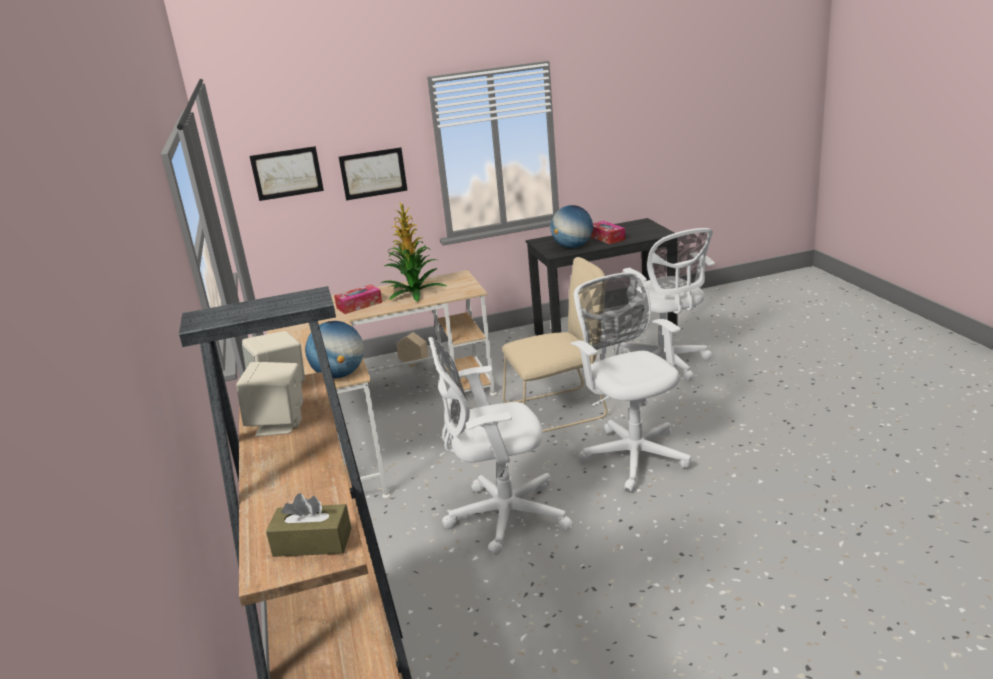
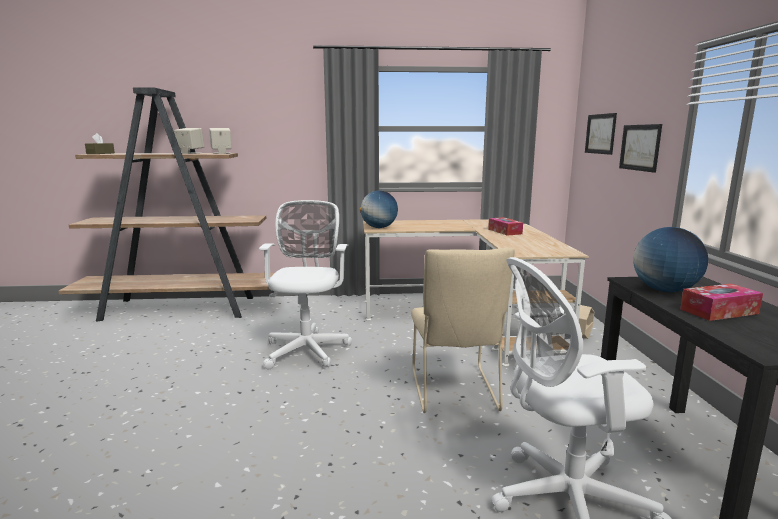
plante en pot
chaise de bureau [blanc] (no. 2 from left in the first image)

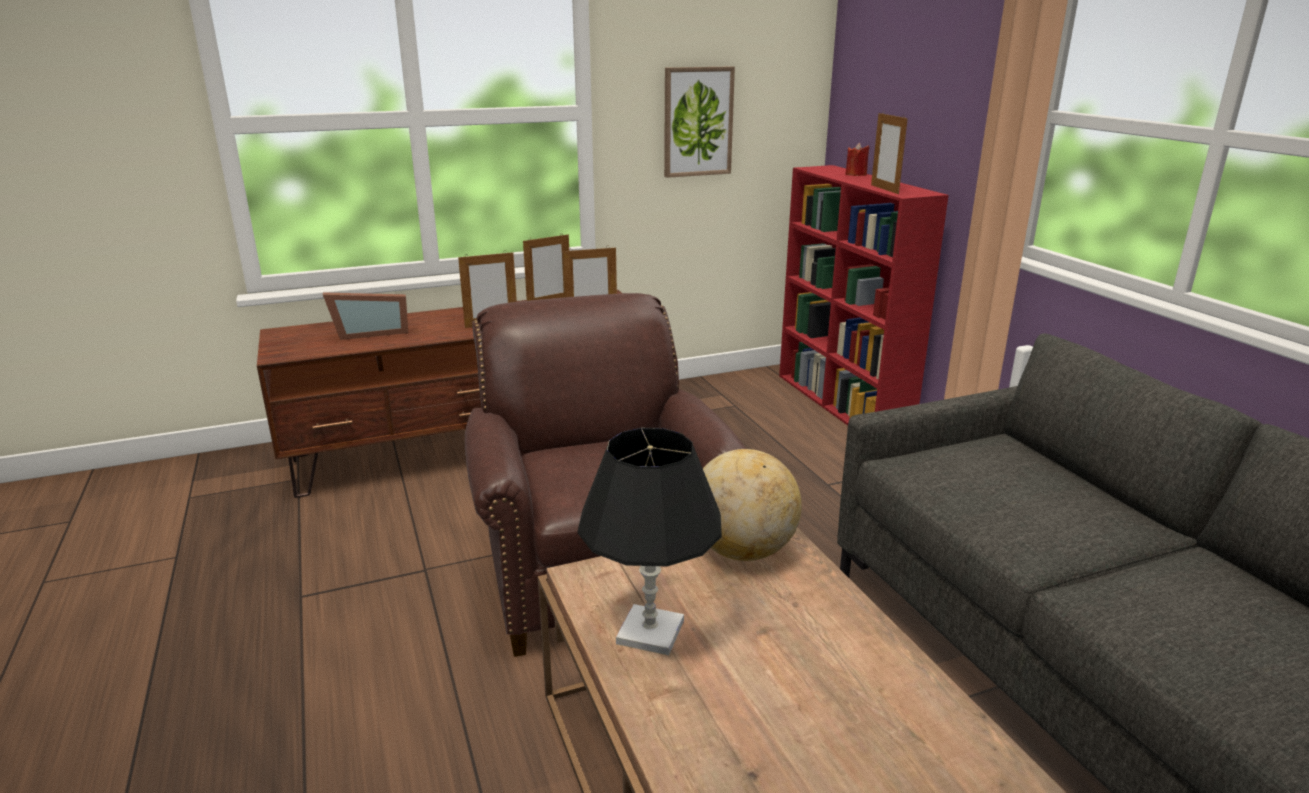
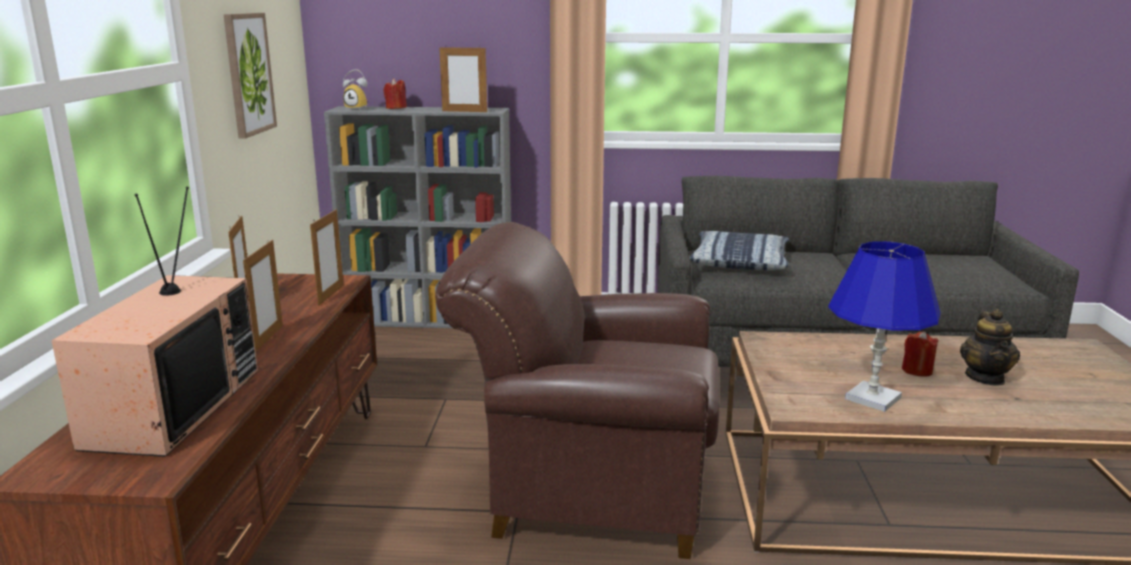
téléviseur
bibliothèque [gris]
réveil
coussin
lampe de table [bleu]
bougie [rouge] (no. 2 from left)
théière
globe

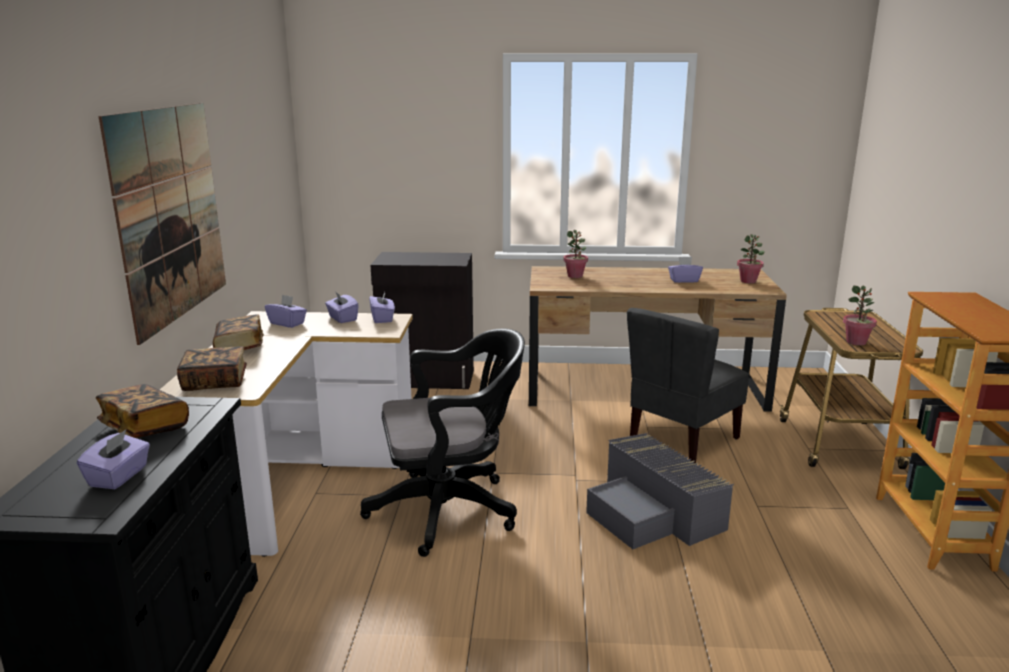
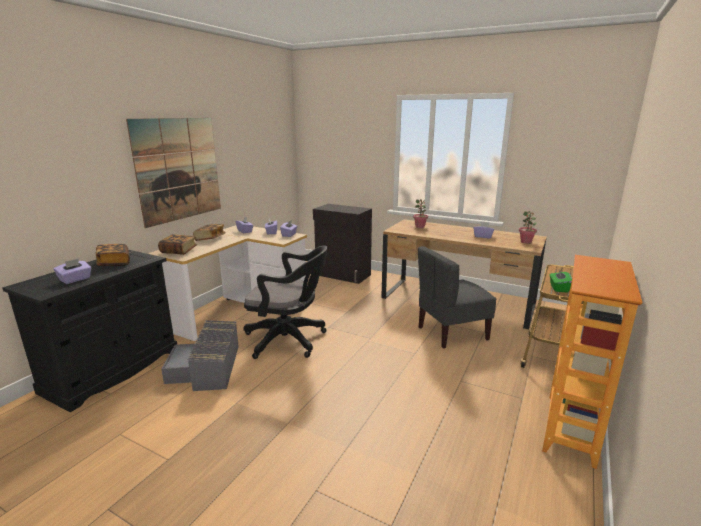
boîte de rangement [gris]
boîte à mouchoirs [vert]

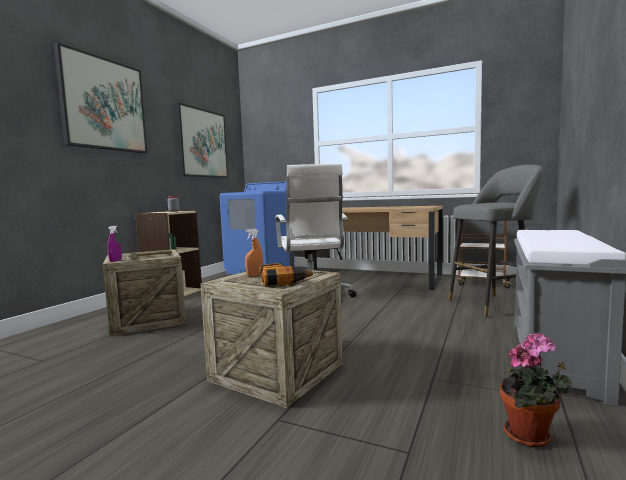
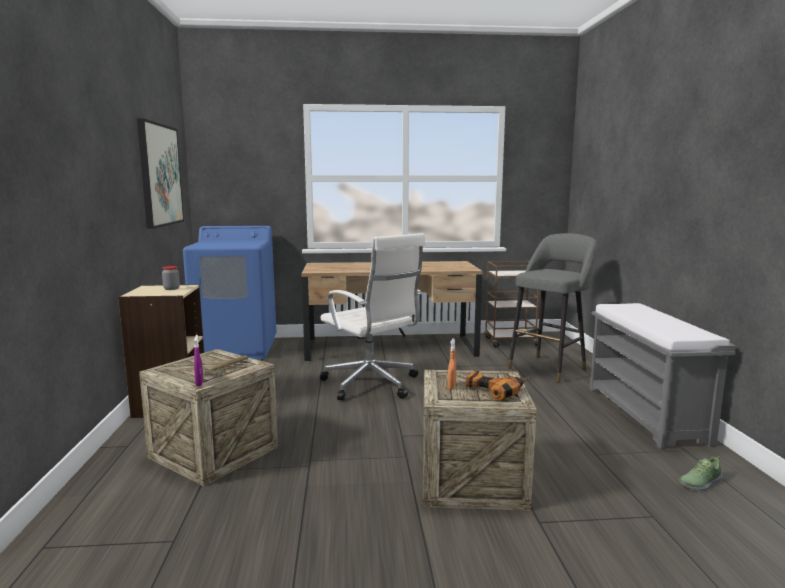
chaussure
tableau (no. 1 from left in the first image)

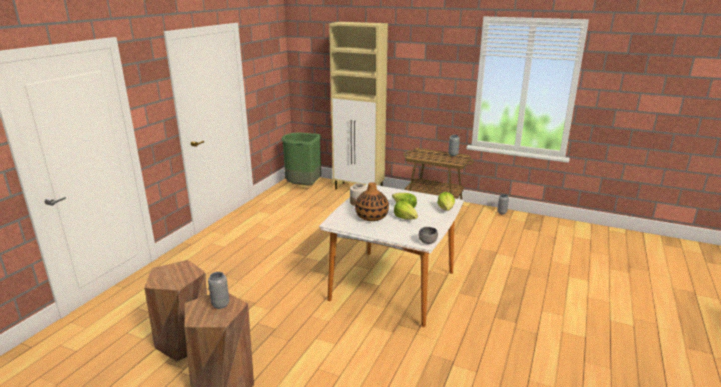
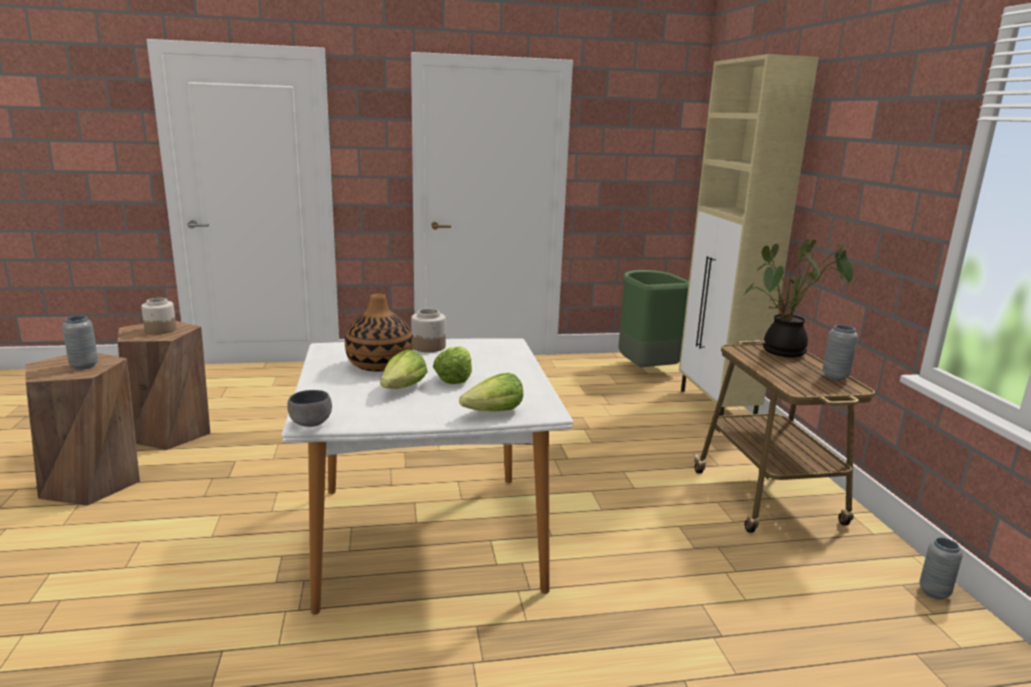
bocal (no. 1 from left)
plante en pot

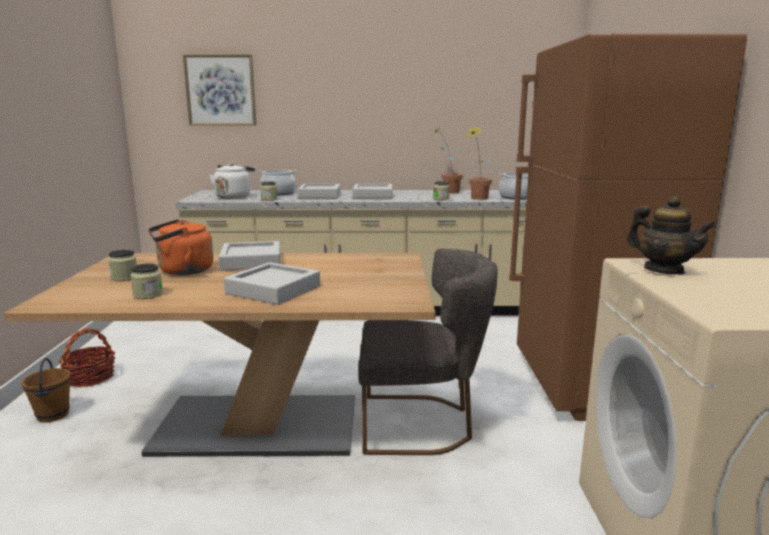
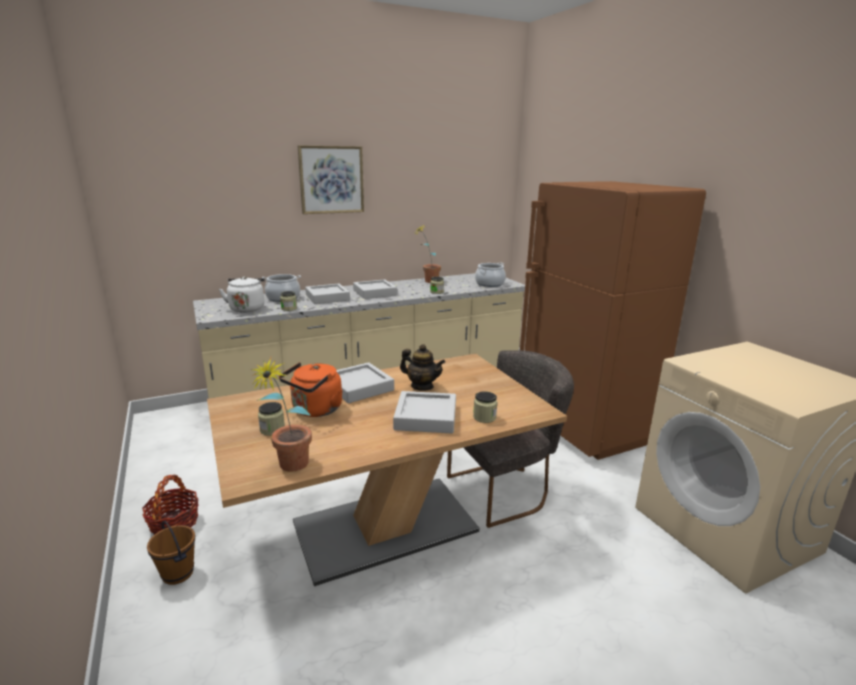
plante en pot (no. 1 from left)
tableau
théière
bocal (no. 4 from left)

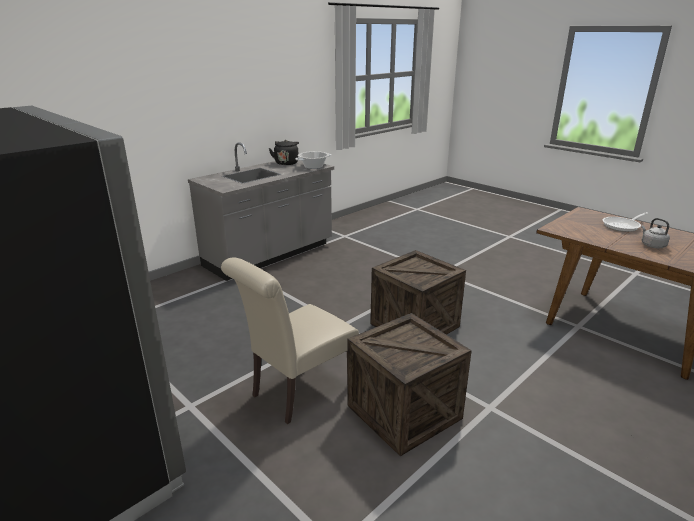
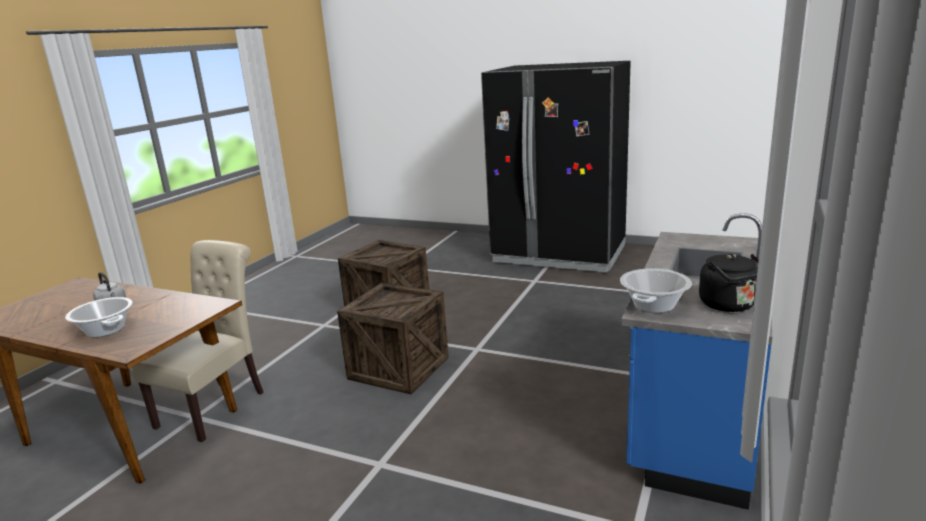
marmite (no. 1 from left)
chaise [beige]
comptoir de cuisine [bleu]

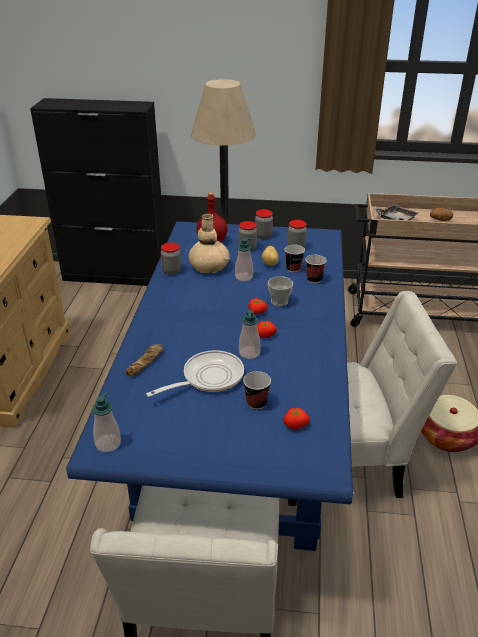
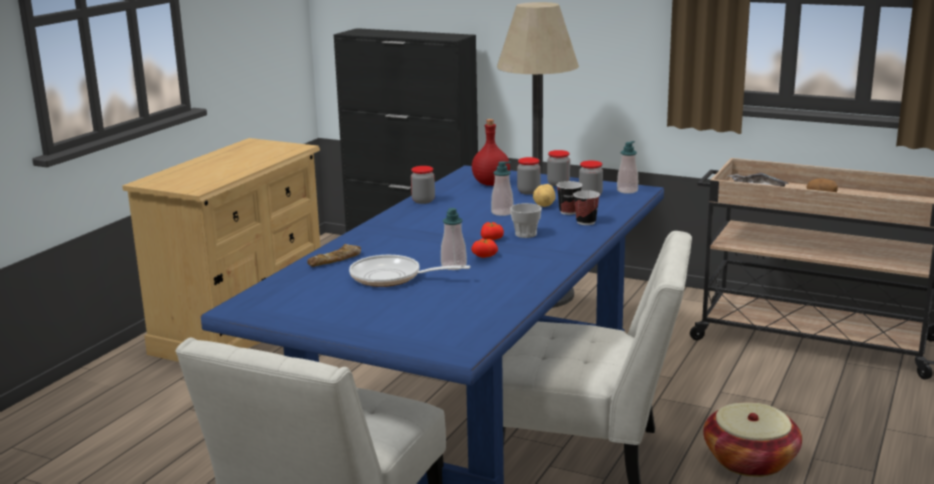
poêle
distributeur de savon (no. 3 from left)
vase [beige]
tasse (no. 1 from left in the first image)
tomate (no. 3 from left in the first image)

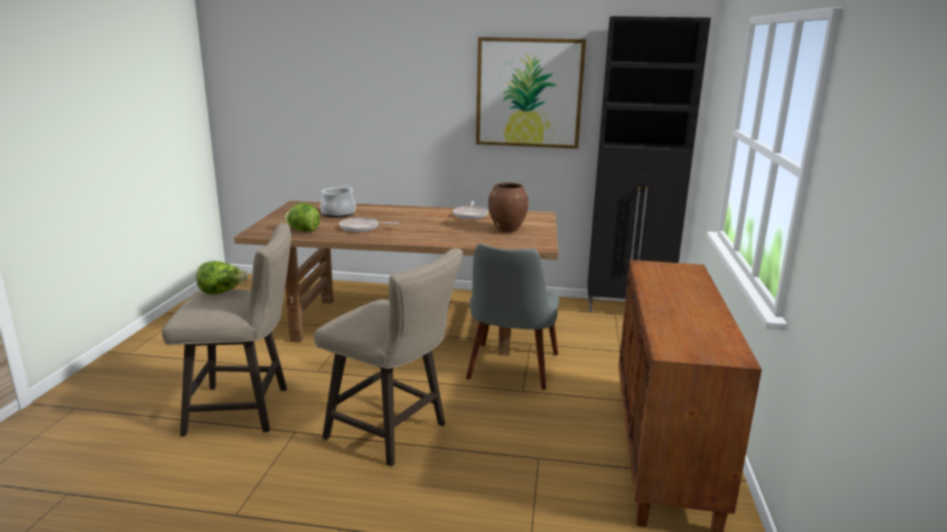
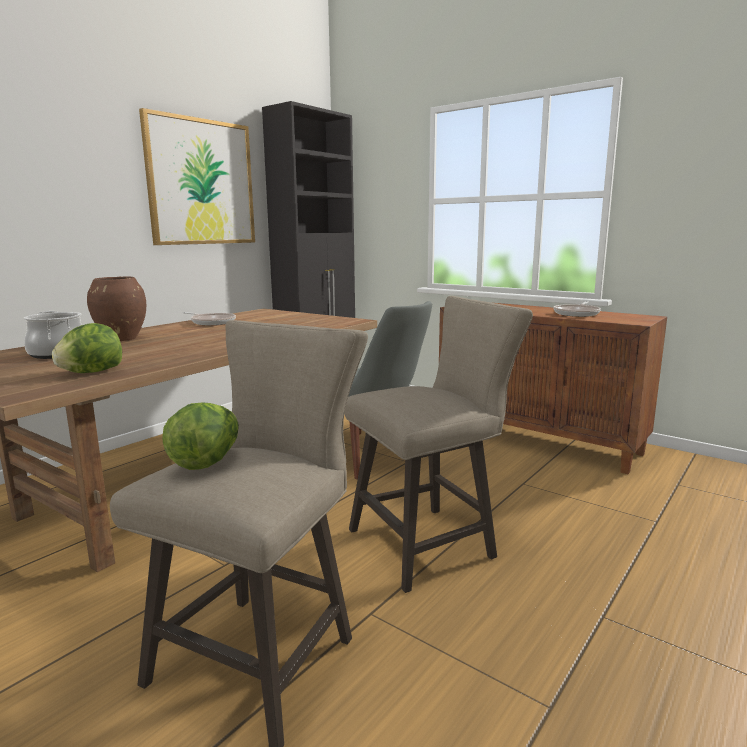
vase [marron]
poêle (no. 2 from left)

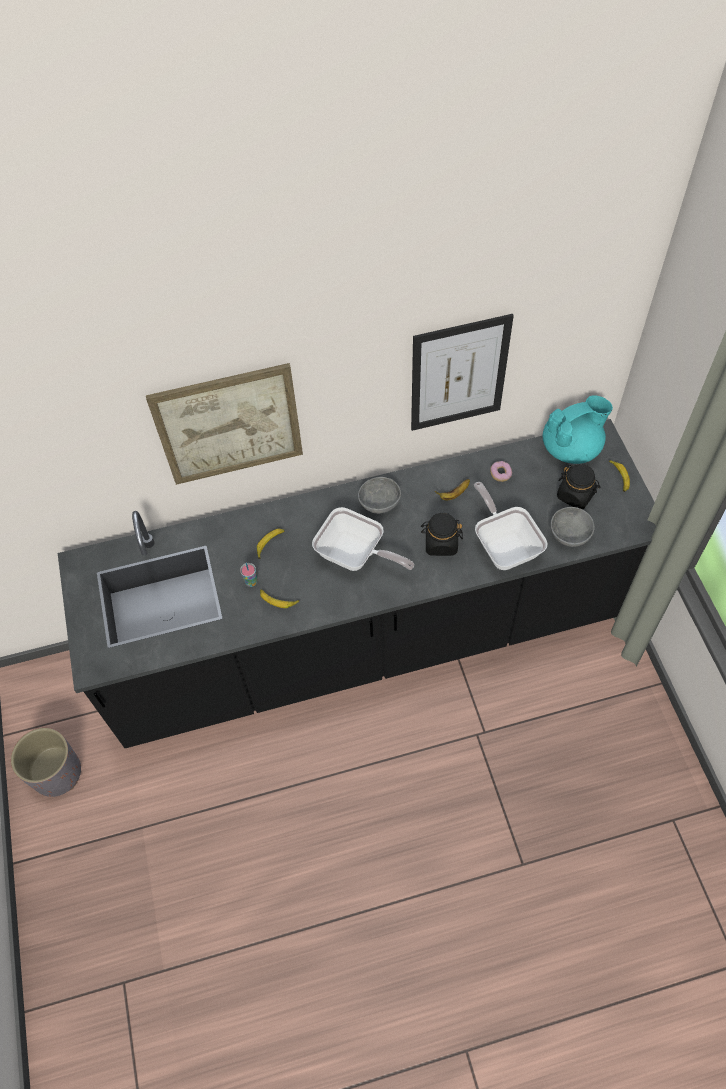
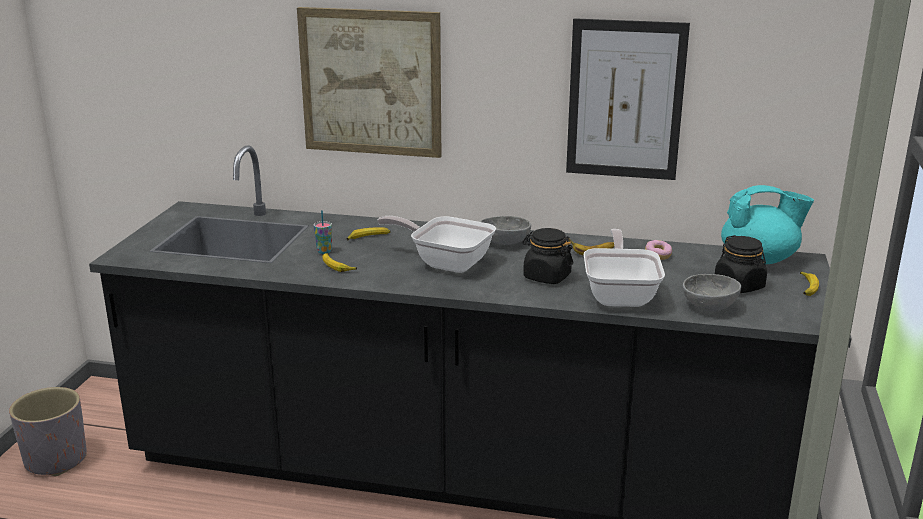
poêle (no. 1 from left)

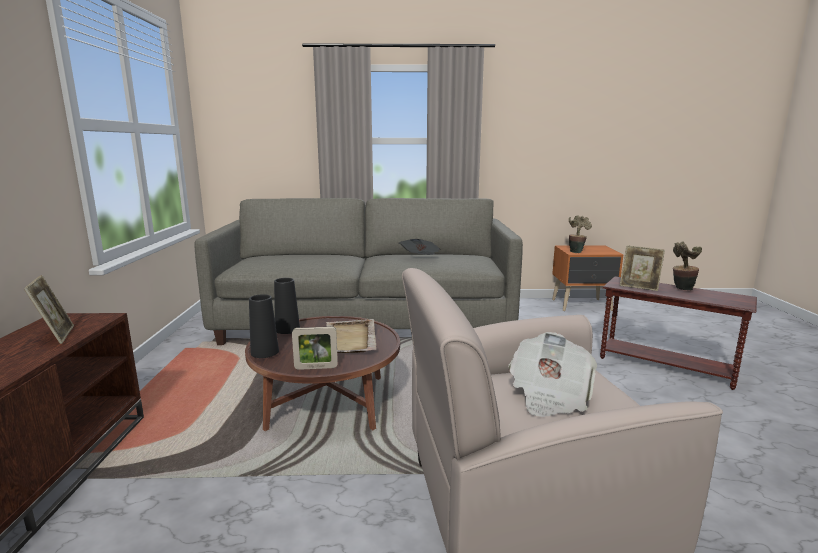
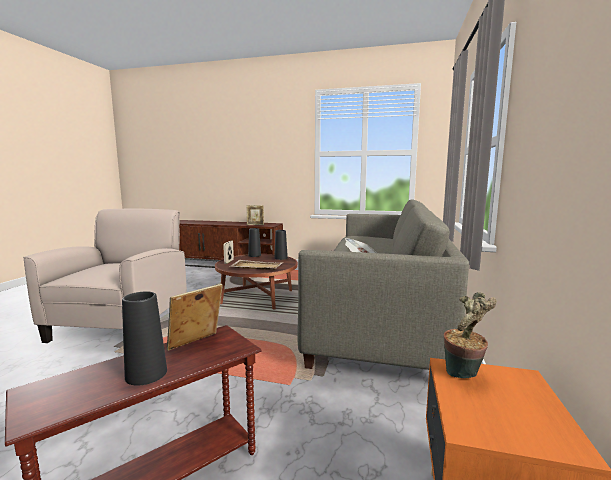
vase [noir] (no. 1 from left)
journal (no. 2 from left in the first image)

